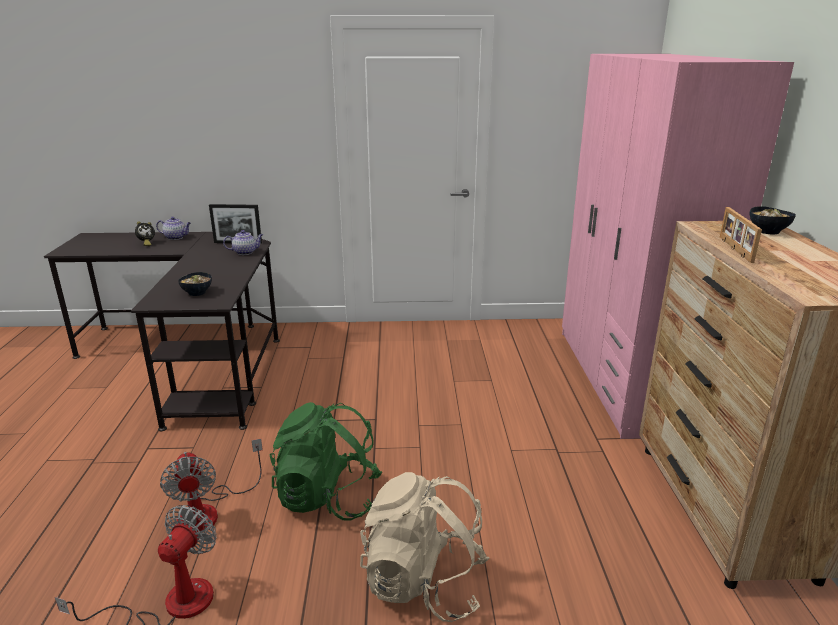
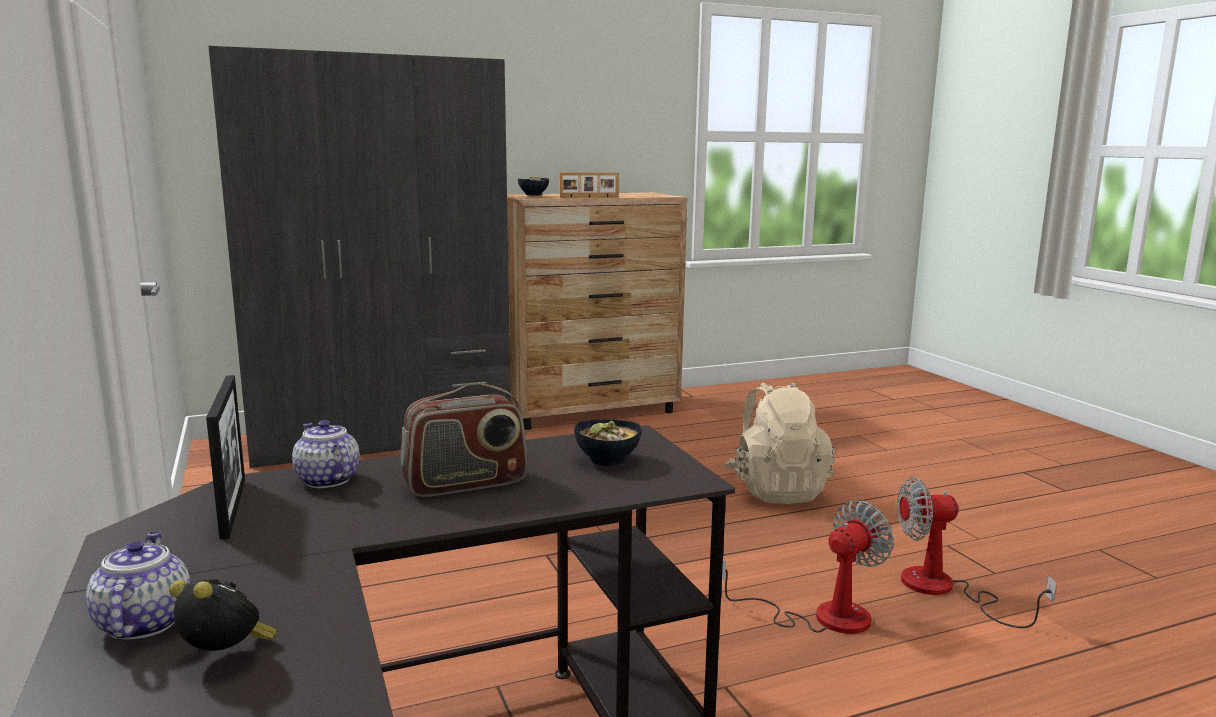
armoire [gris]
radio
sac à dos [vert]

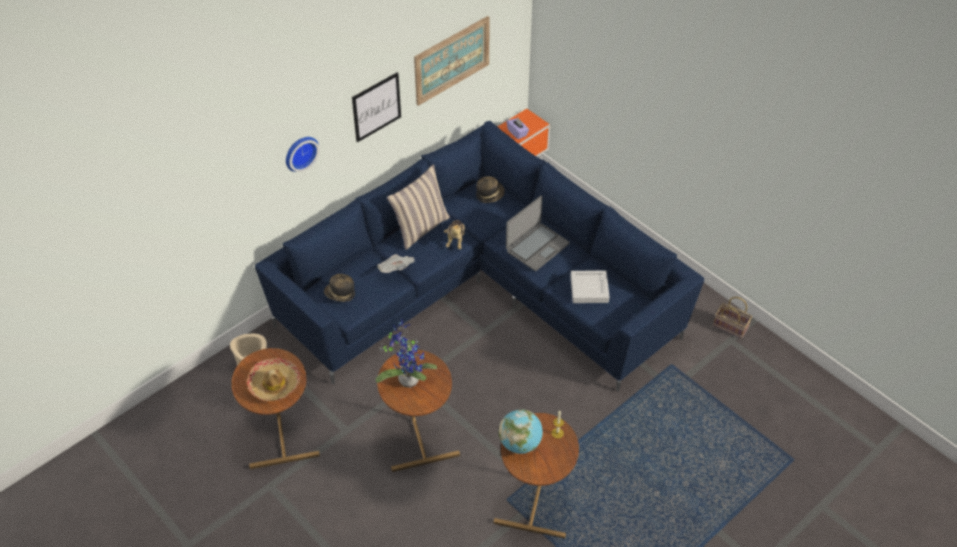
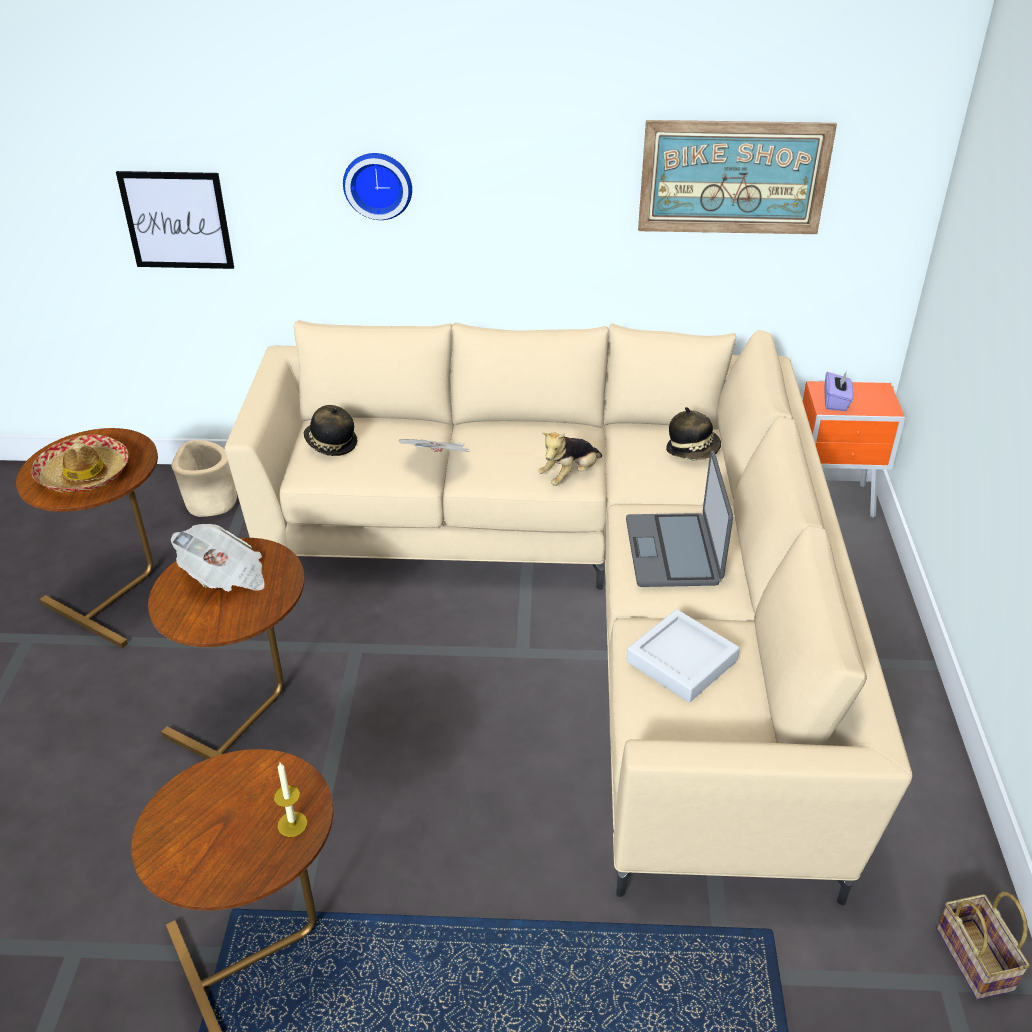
tableau (no. 1 from left)
journal (no. 1 from left)
canapé [beige]
ordinateur portable
coussin
globe

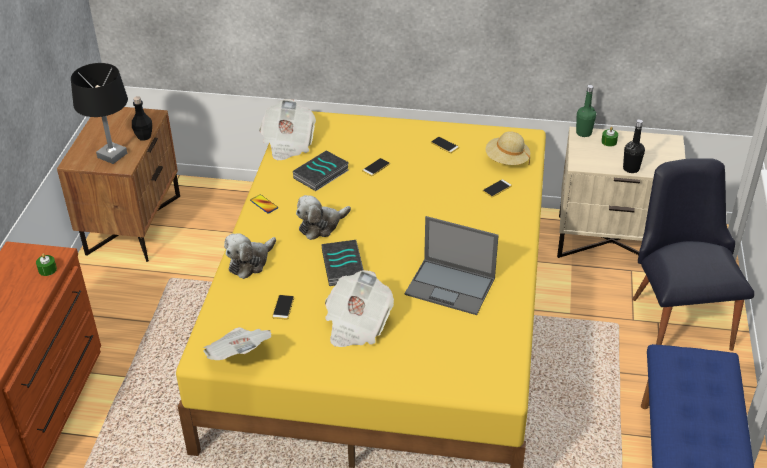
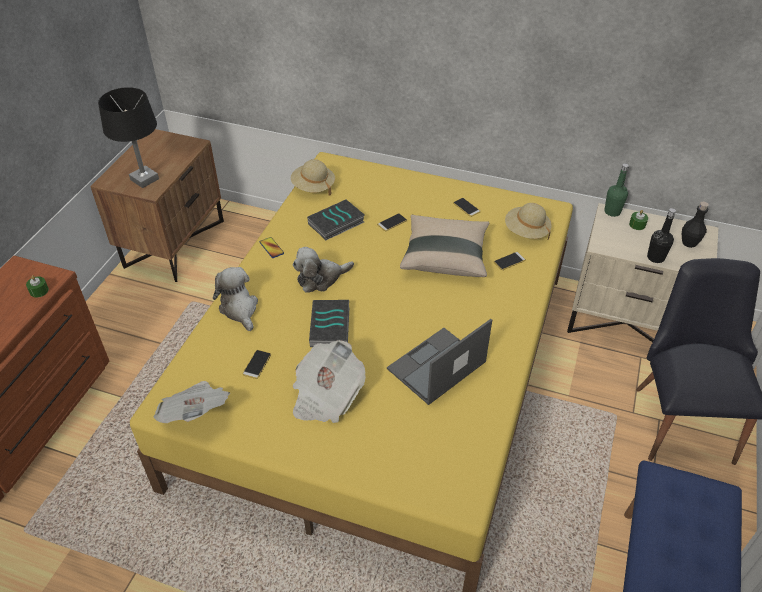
peluche (no. 1 from left)
chapeau [beige] (no. 1 from left)
ordinateur portable
coussin [beige]
bouteille [noir] (no. 2 from left)

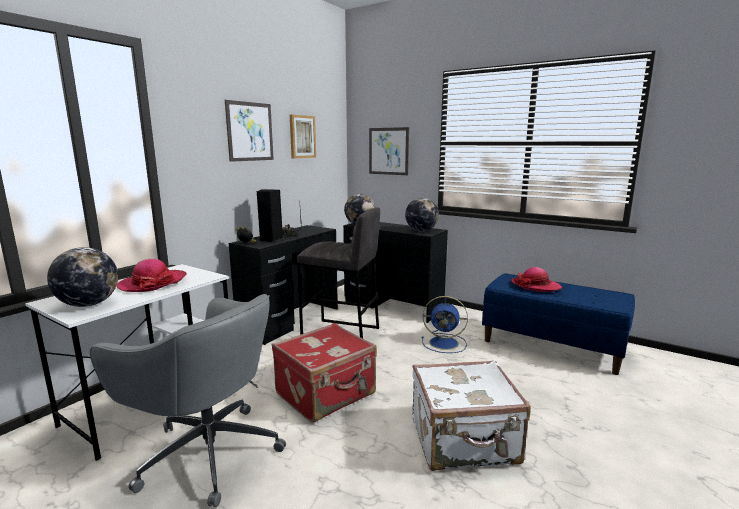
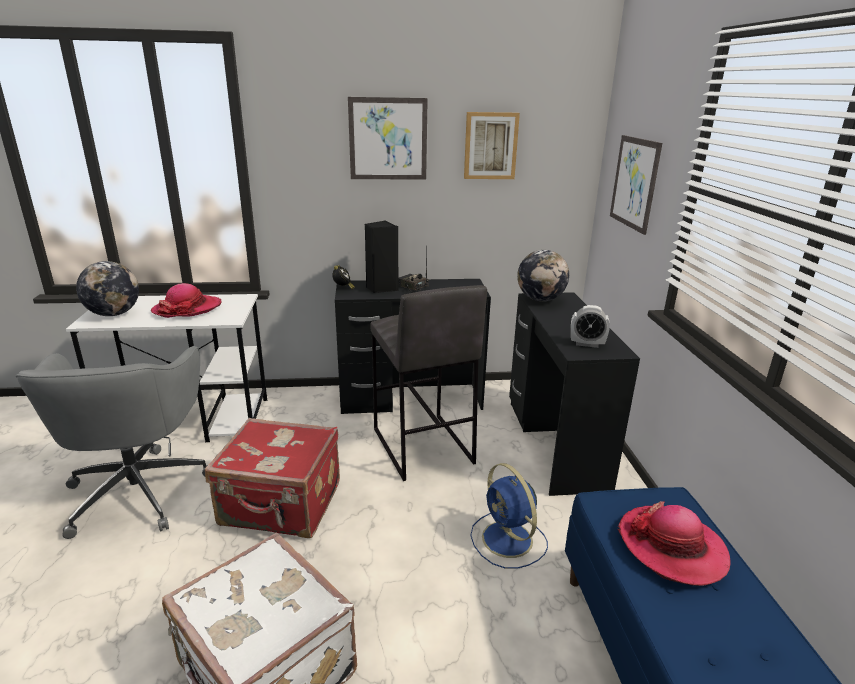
réveil (no. 2 from left)

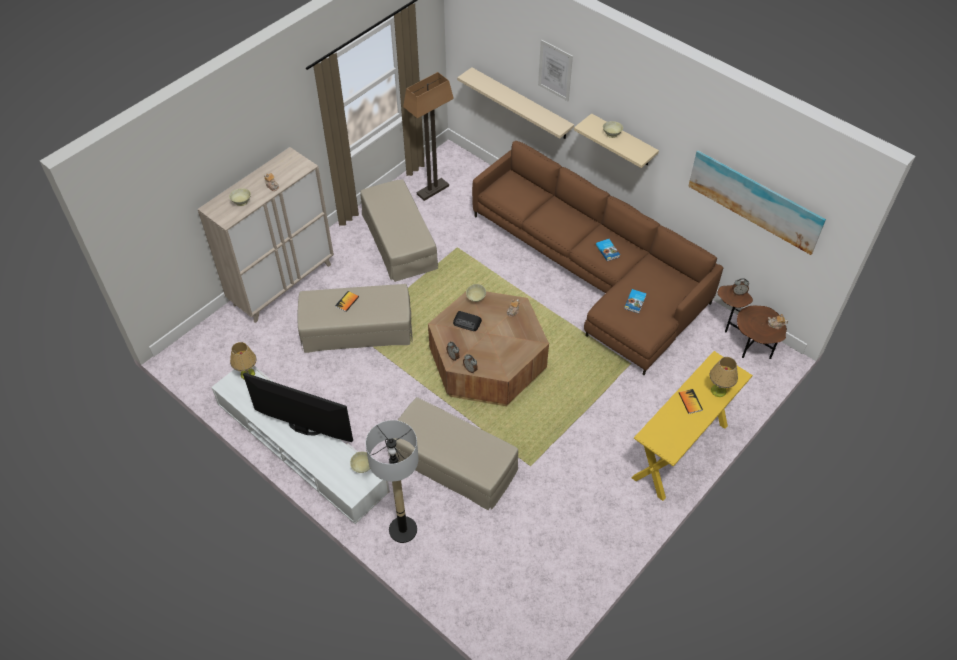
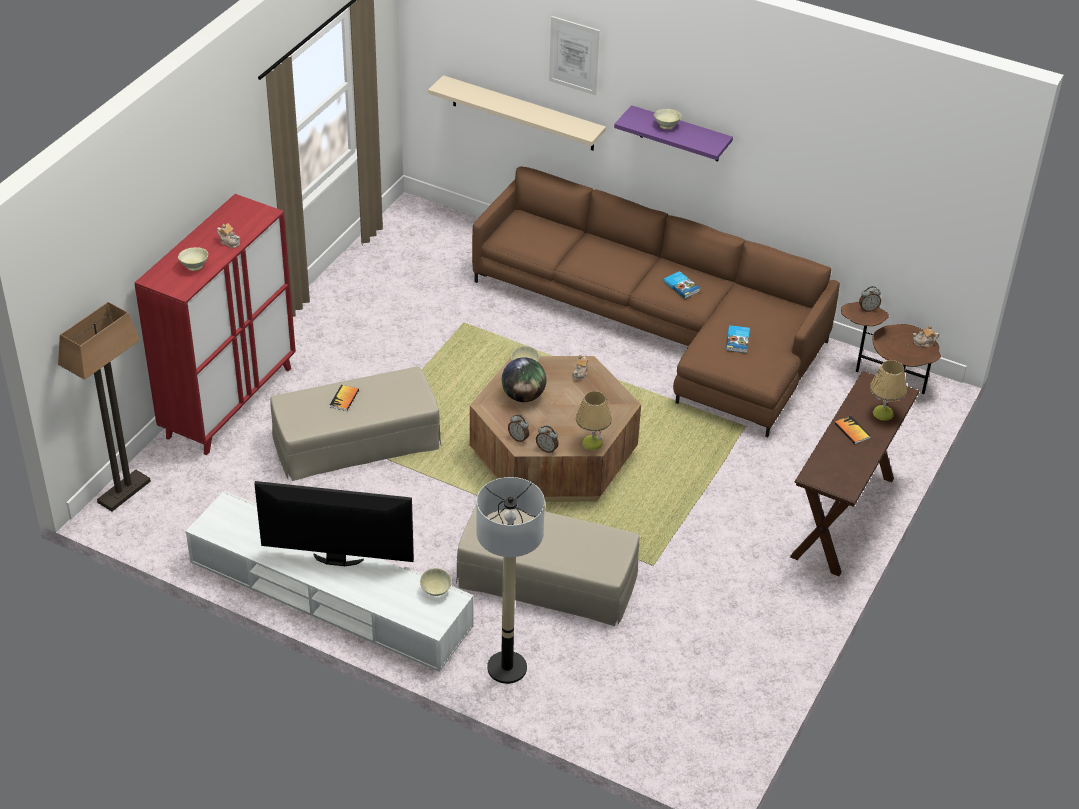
lampadaire (no. 1 from left)
meuble de rangement [rouge]
globe
lampe de table (no. 1 from left)
étagère [violet]
table console [marron]
pouf [beige] (no. 2 from left in the first image)
tableau (no. 2 from left in the first image)

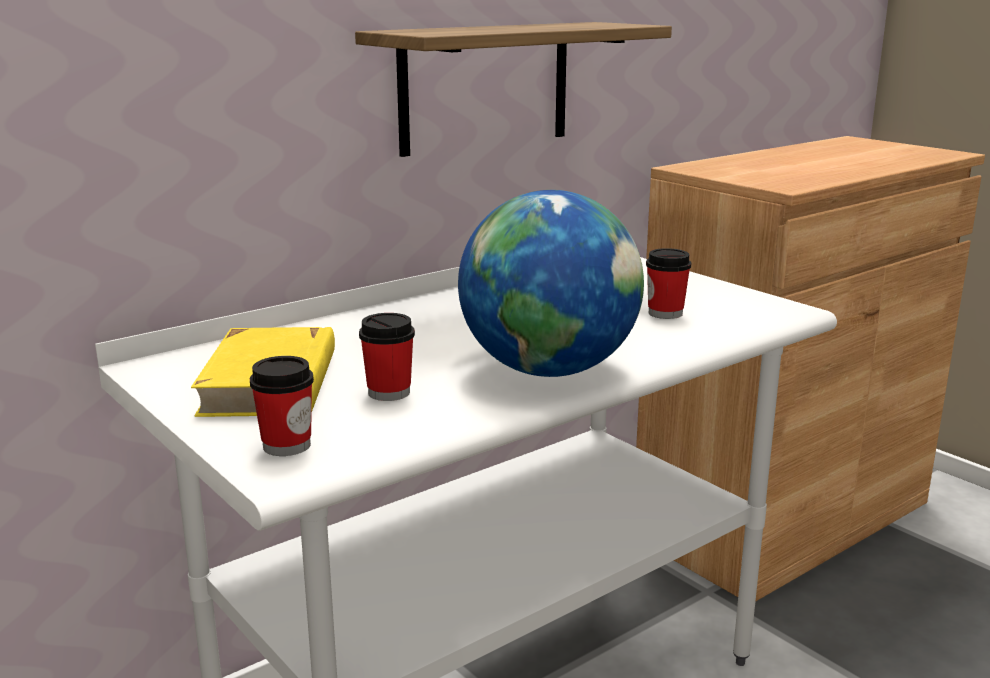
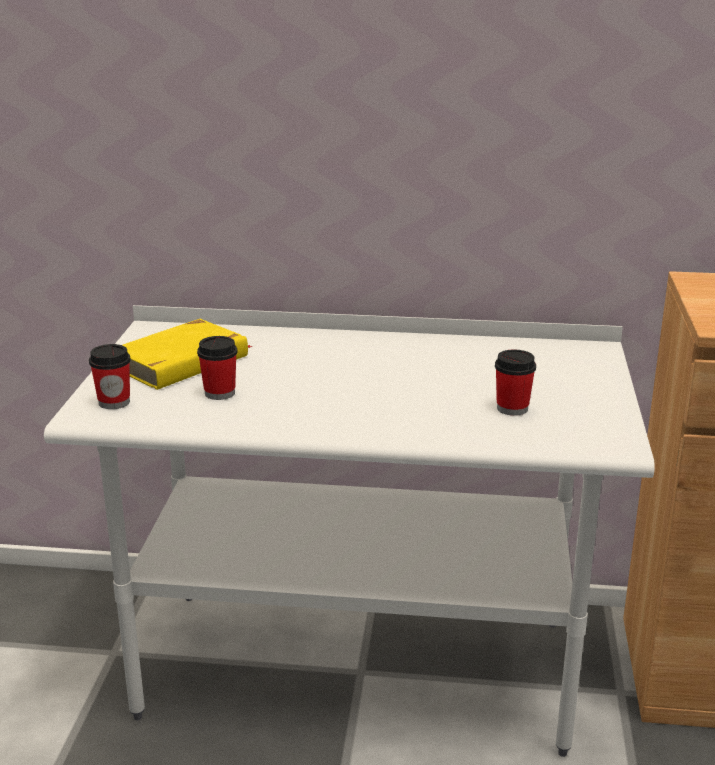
étagère
globe

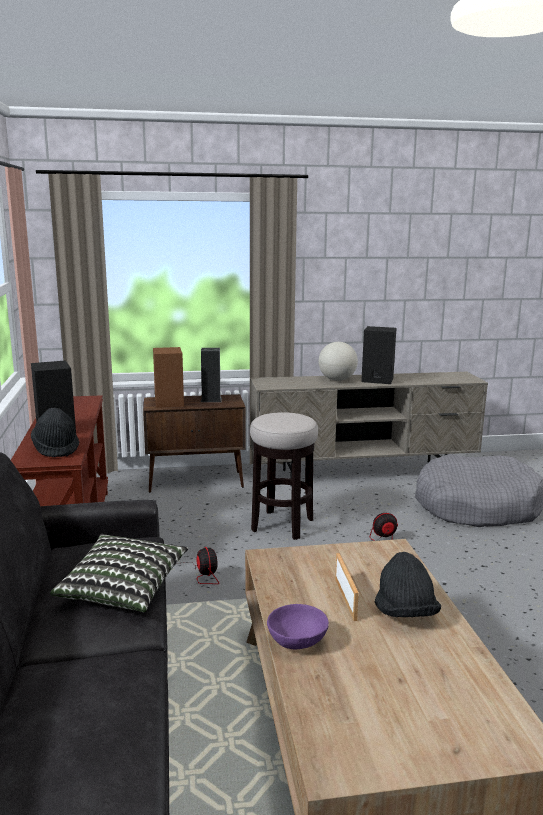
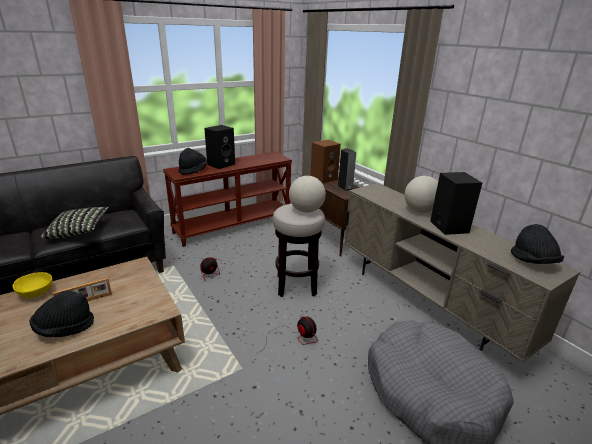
bol [jaune]
globe (no. 1 from left)
chapeau [noir] (no. 3 from left)

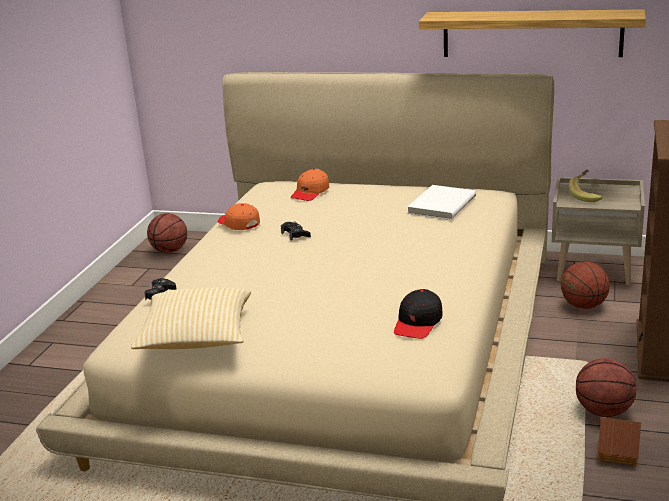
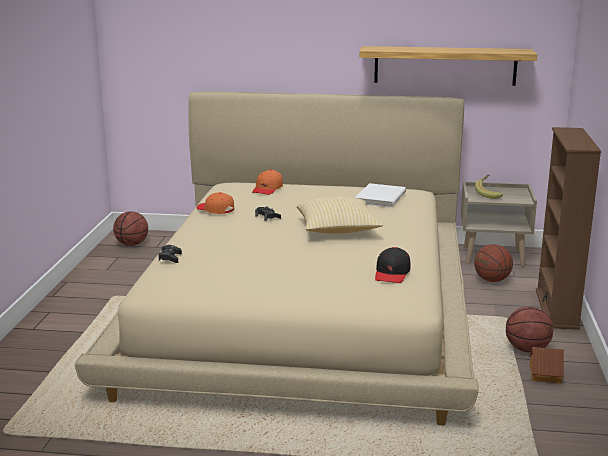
coussin

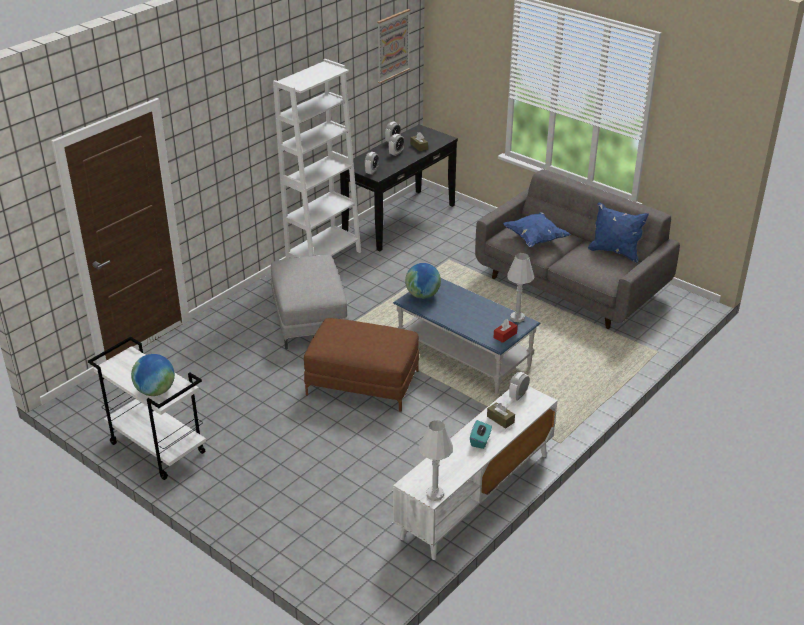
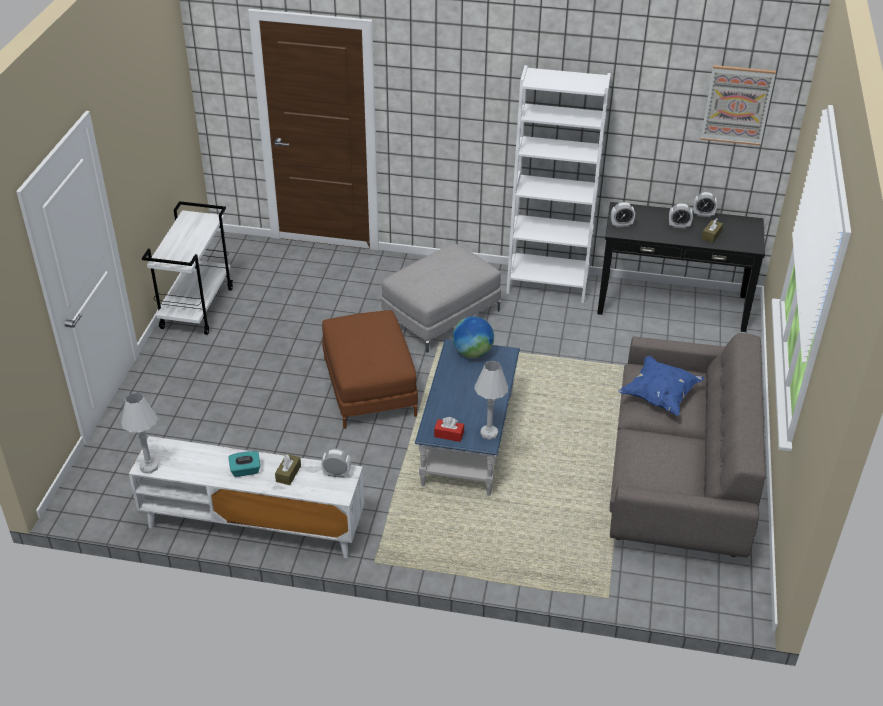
globe (no. 1 from left in the first image)
coussin [bleu] (no. 2 from left in the first image)

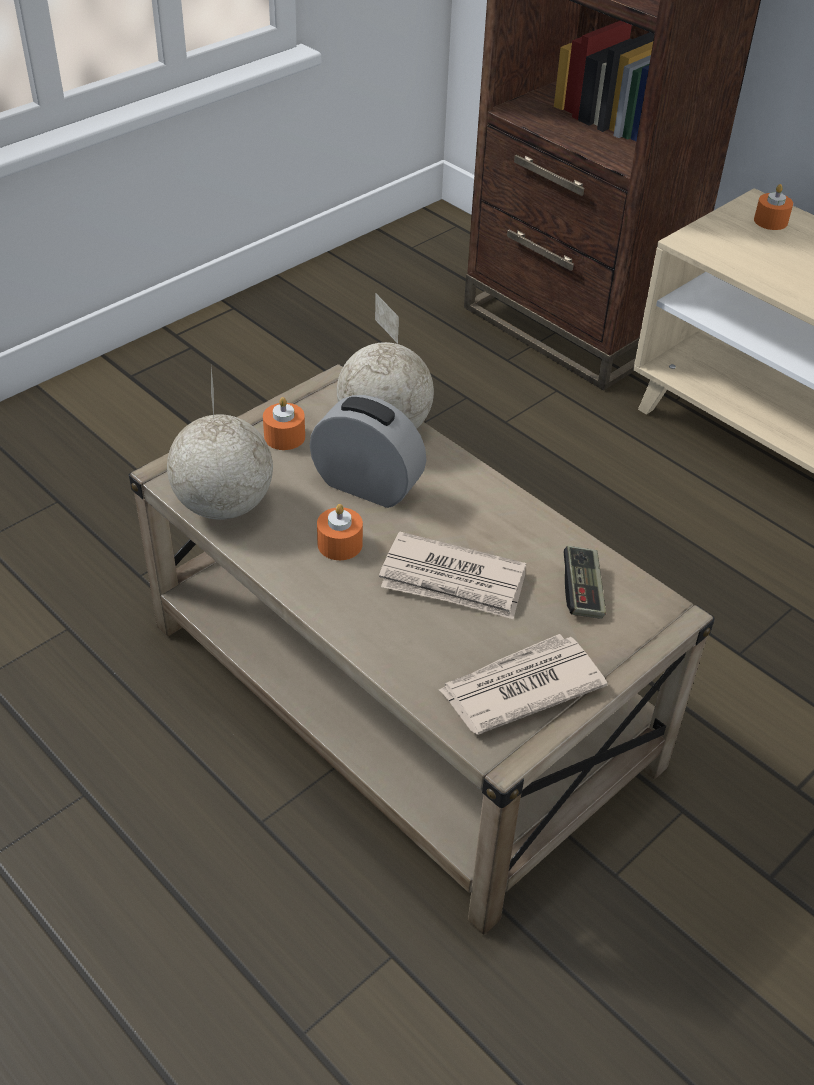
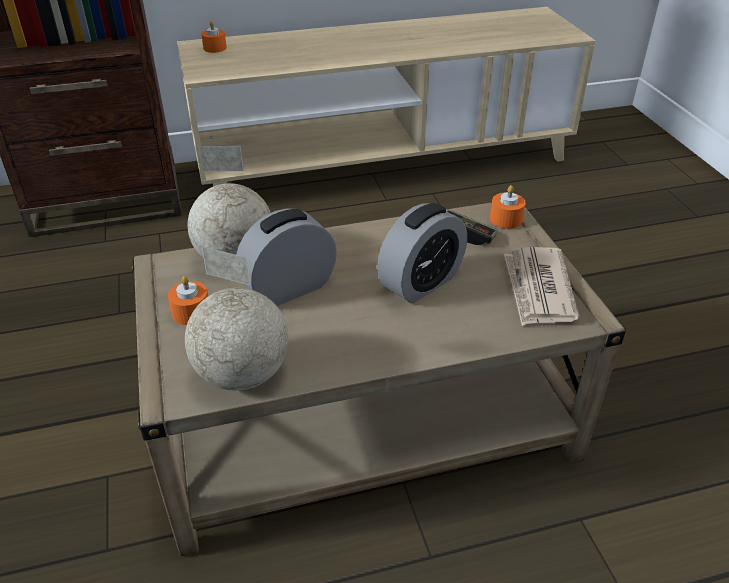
réveil (no. 2 from left)
bougie [orange] (no. 3 from left)

